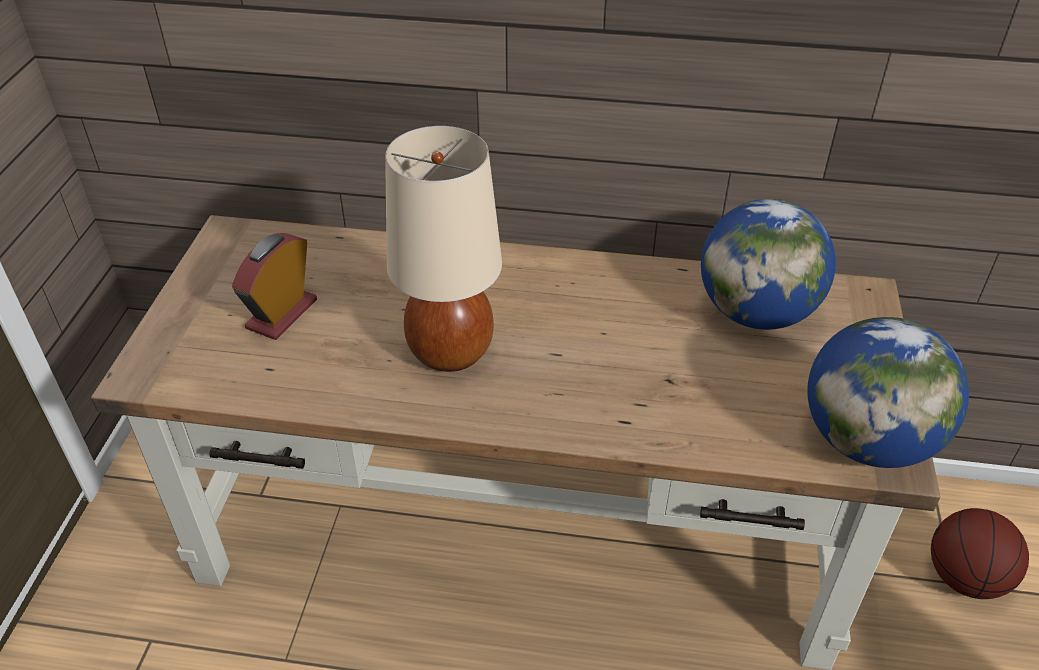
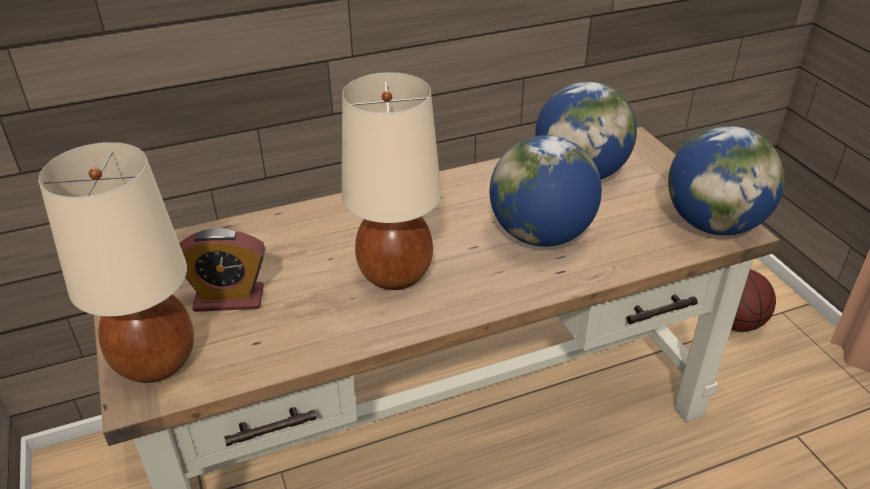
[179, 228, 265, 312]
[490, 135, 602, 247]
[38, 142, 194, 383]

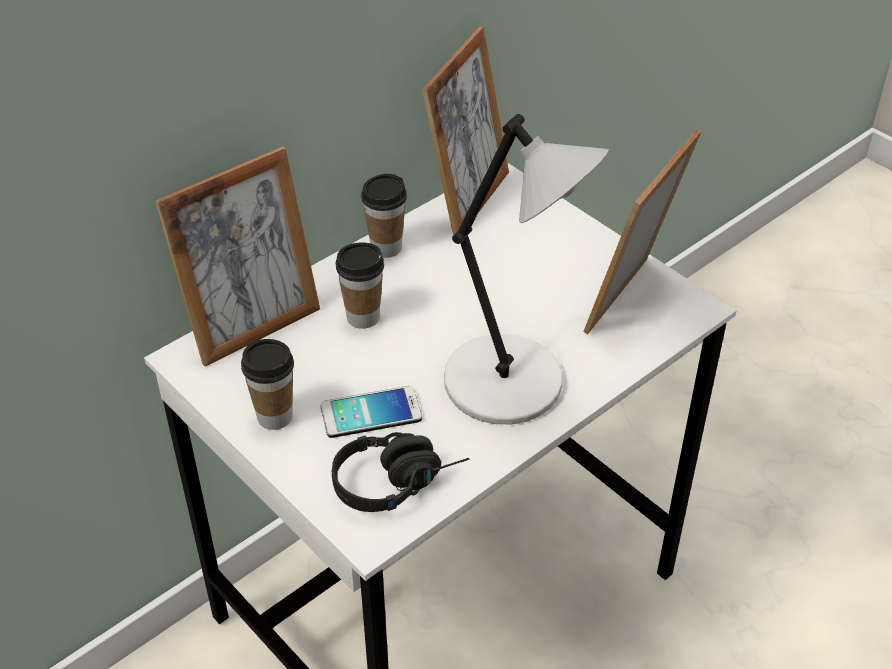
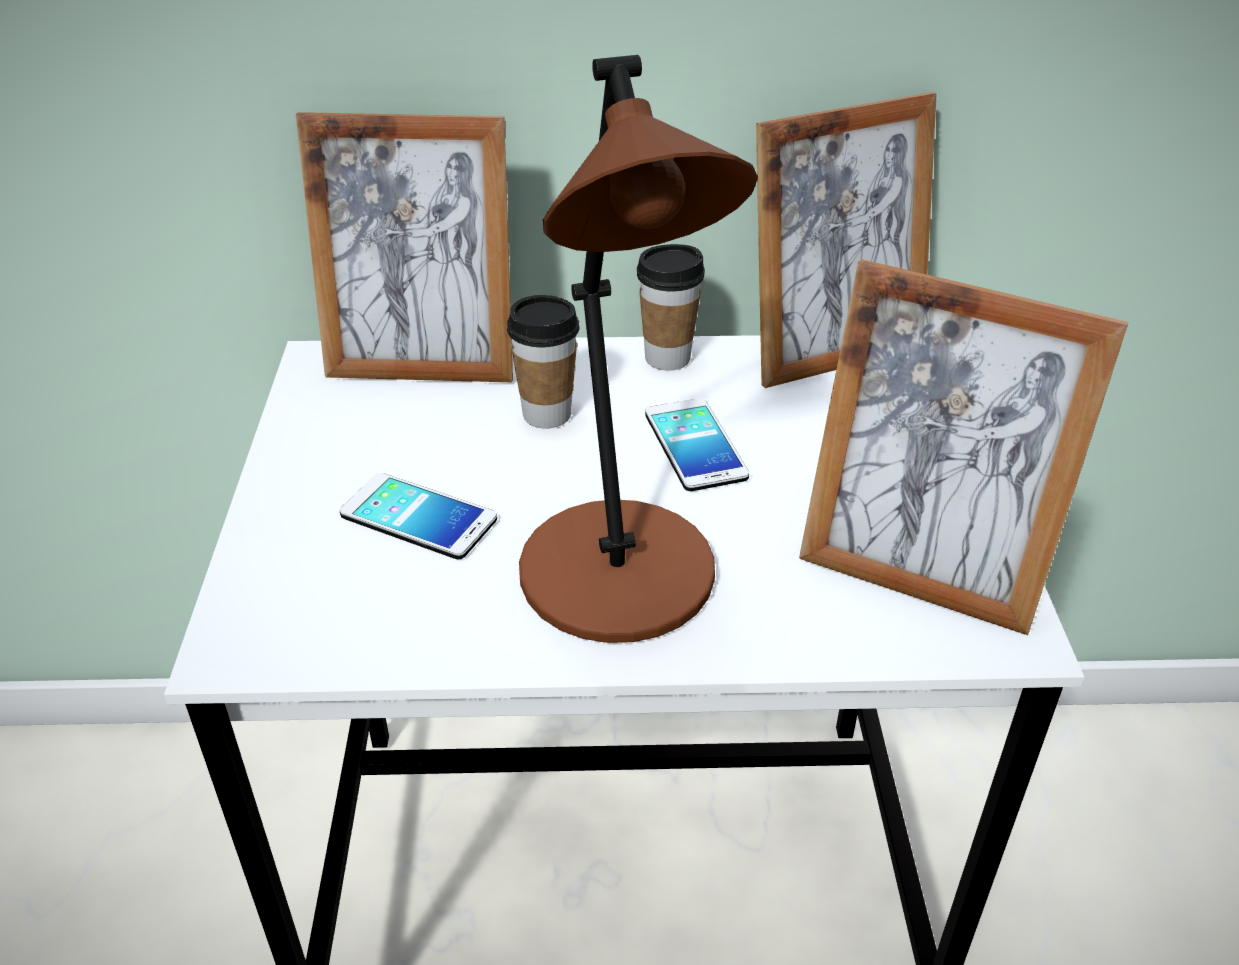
[519, 55, 758, 643]
[799, 259, 1129, 635]
[241, 339, 294, 430] (first image)
[332, 432, 469, 512] (first image)
[645, 398, 749, 491]

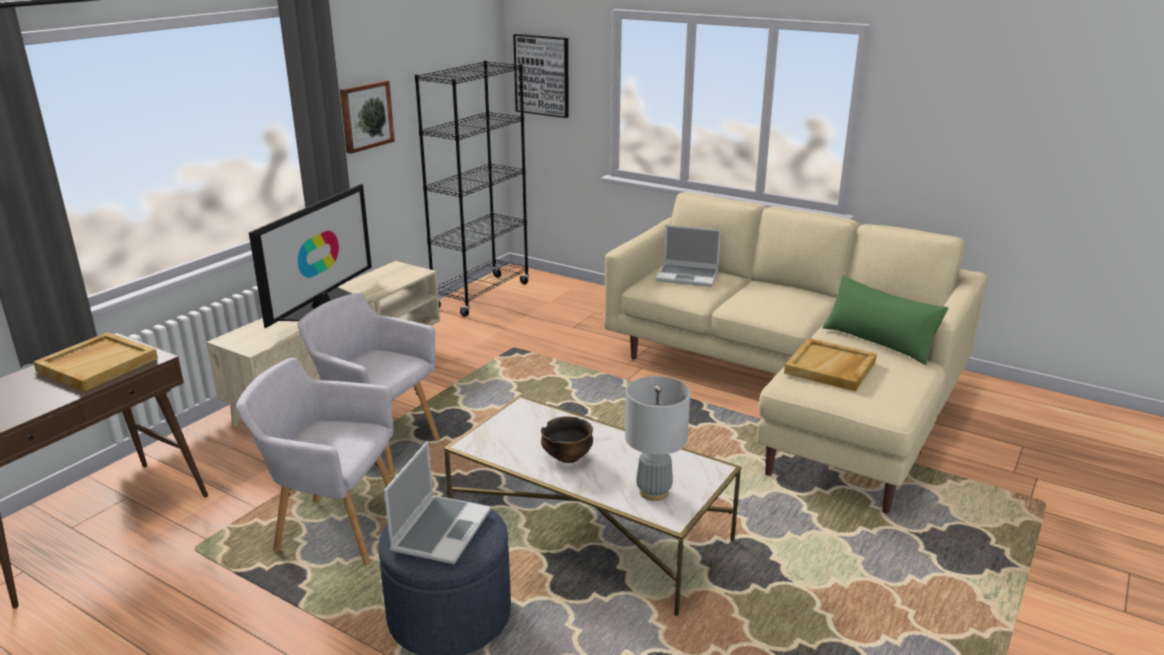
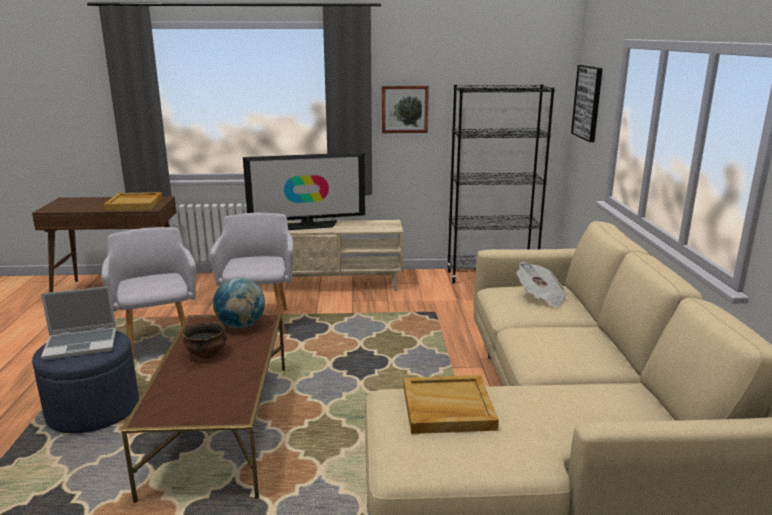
[516, 262, 568, 308]
[822, 275, 948, 365] (first image)
[625, 376, 690, 501] (first image)
[121, 313, 285, 503]
[213, 277, 265, 328]

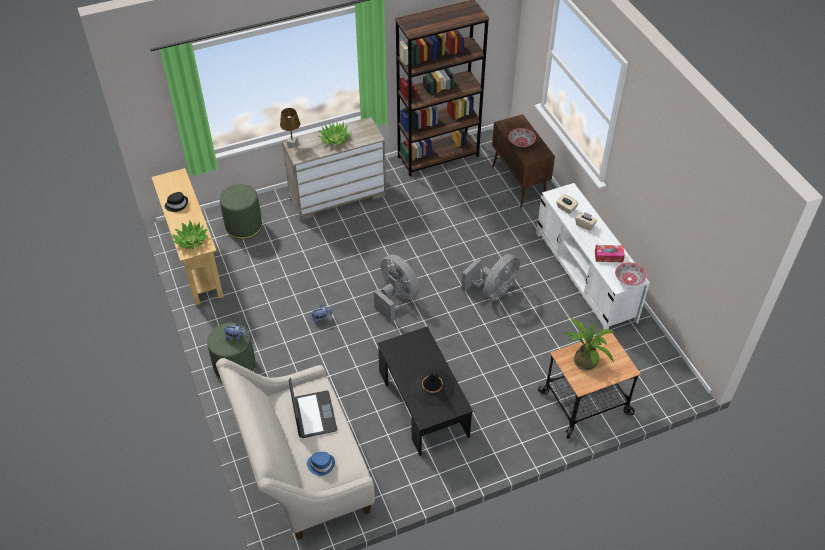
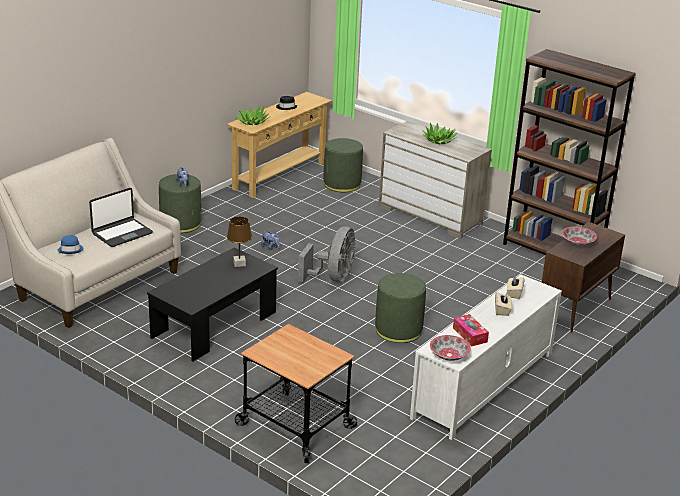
[227, 216, 252, 267]
[375, 273, 426, 343]
[563, 318, 615, 370] (first image)
[411, 369, 454, 406] (first image)

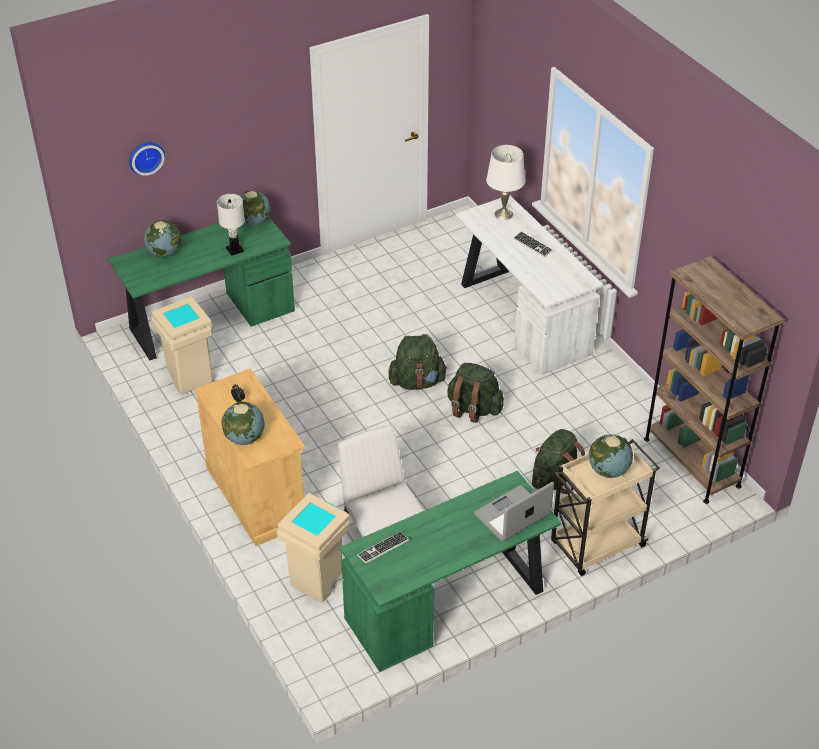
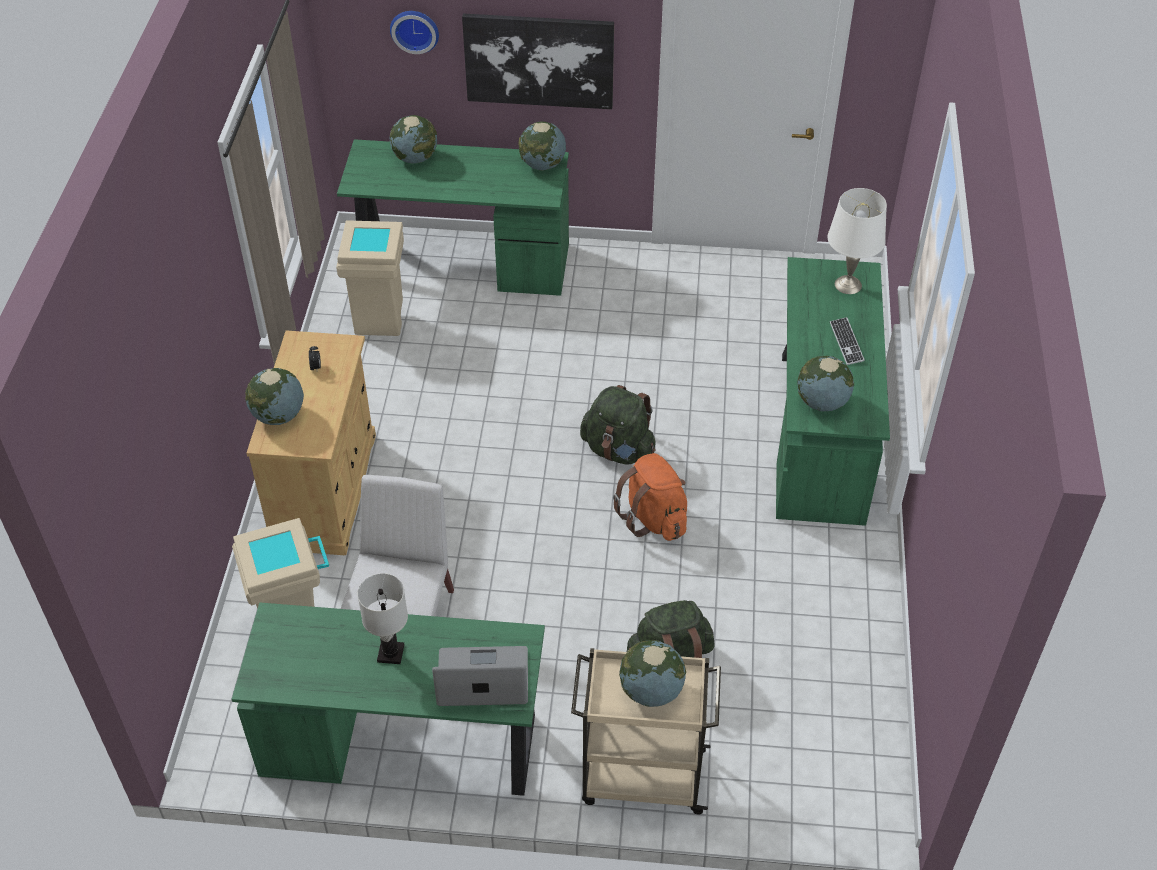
[357, 573, 408, 664]
[776, 257, 890, 526]
[644, 256, 784, 504] (first image)
[613, 453, 687, 541]
[357, 531, 409, 563] (first image)
[462, 14, 614, 109]
[797, 356, 854, 411]

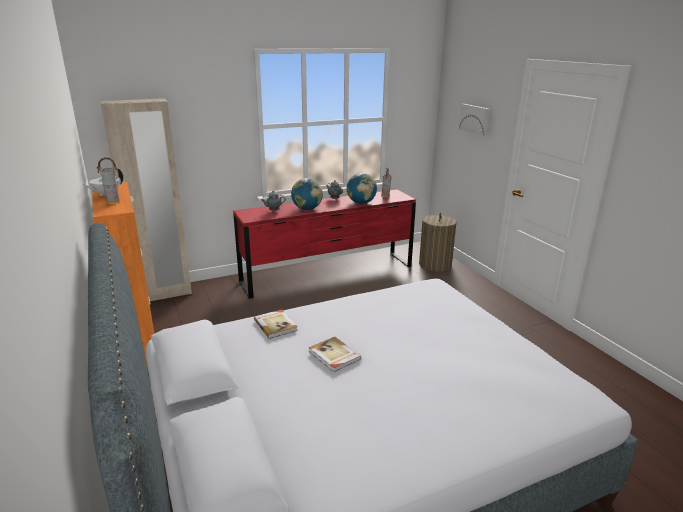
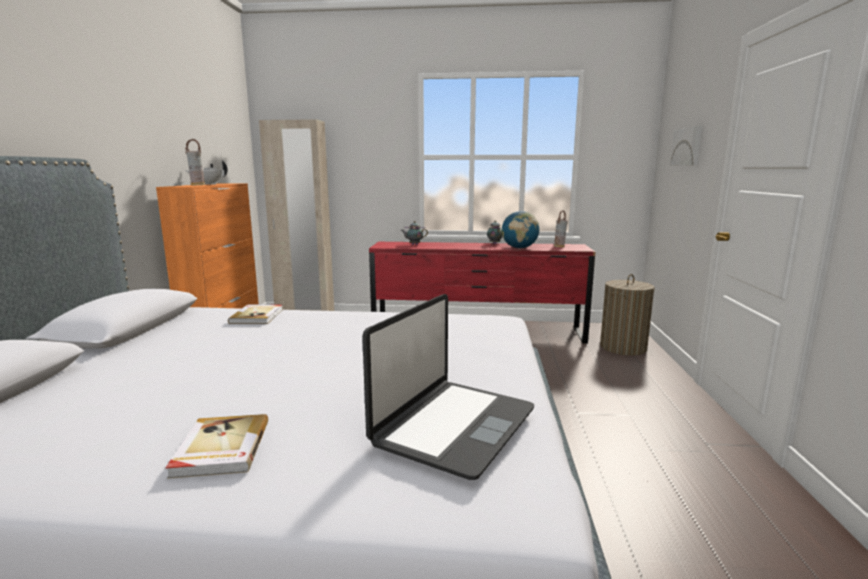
[291, 178, 323, 210] (first image)
[166, 414, 268, 479]
[362, 294, 534, 480]

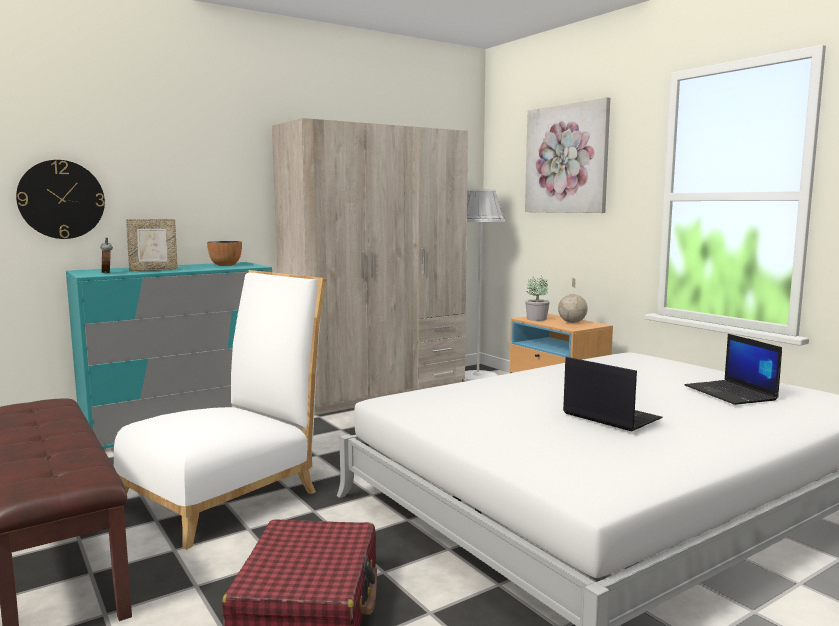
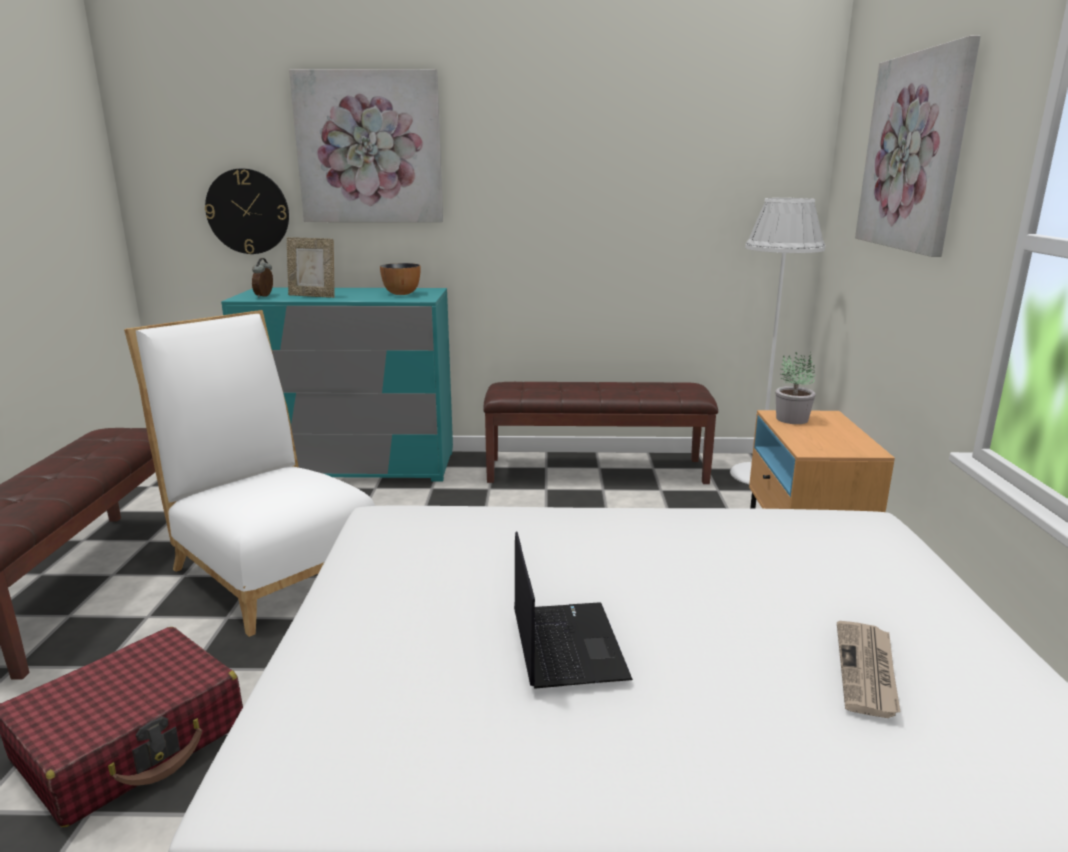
[484, 382, 718, 484]
[124, 310, 375, 637]
[558, 278, 588, 323] (first image)
[837, 621, 901, 718]
[289, 69, 443, 222]

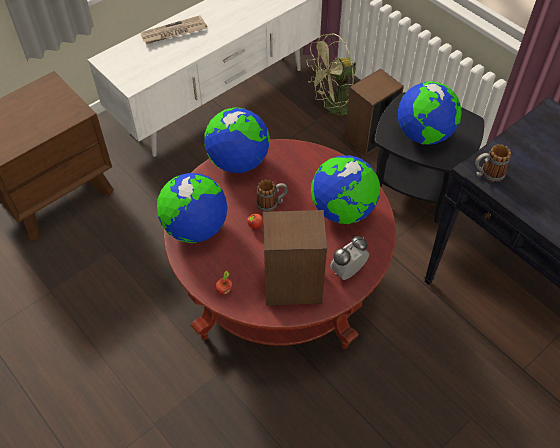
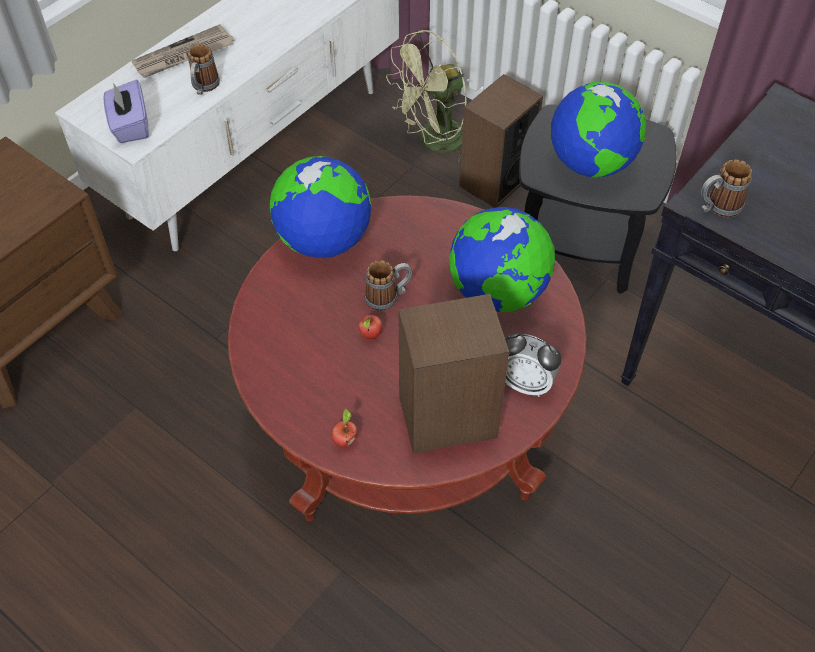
[157, 173, 227, 243] (first image)
[505, 333, 562, 397]
[188, 44, 220, 95]
[103, 80, 149, 143]

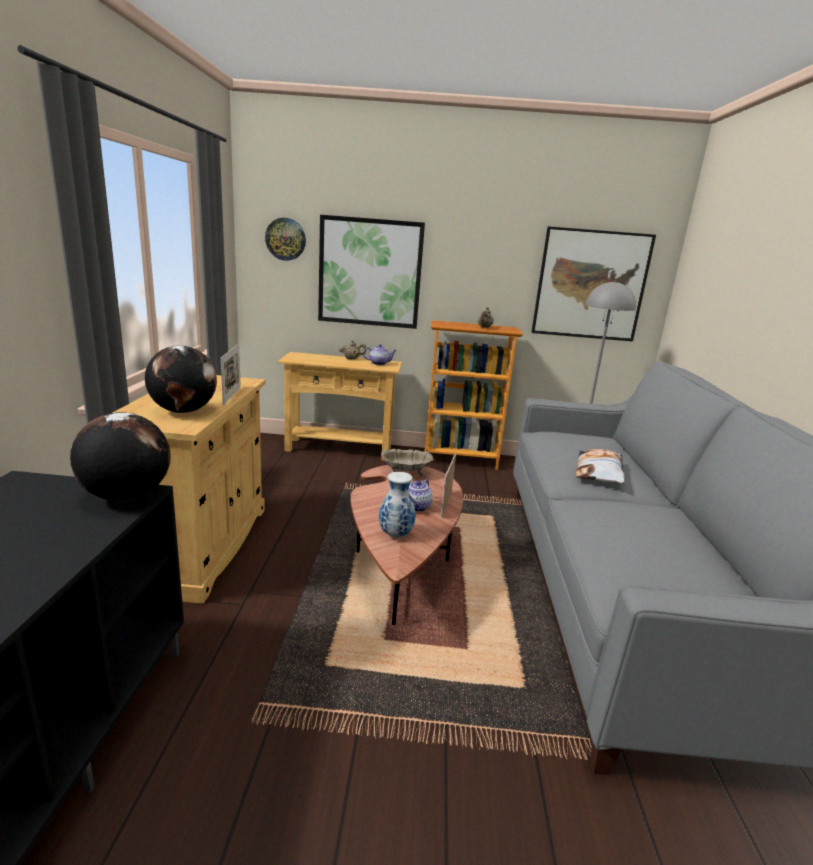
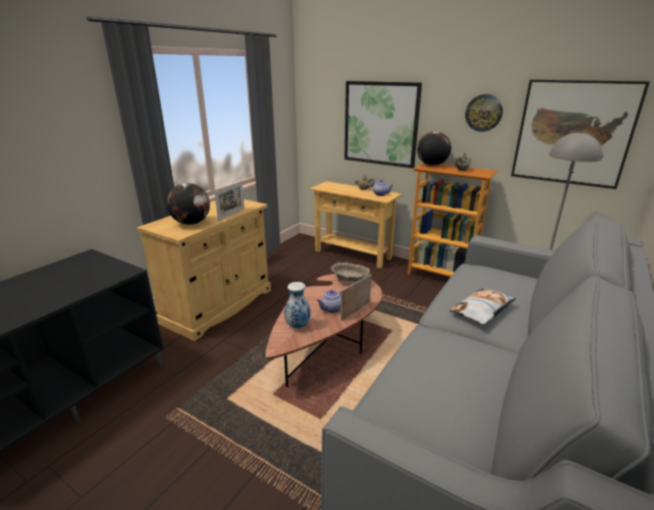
[465, 94, 503, 132]
[417, 131, 451, 166]

